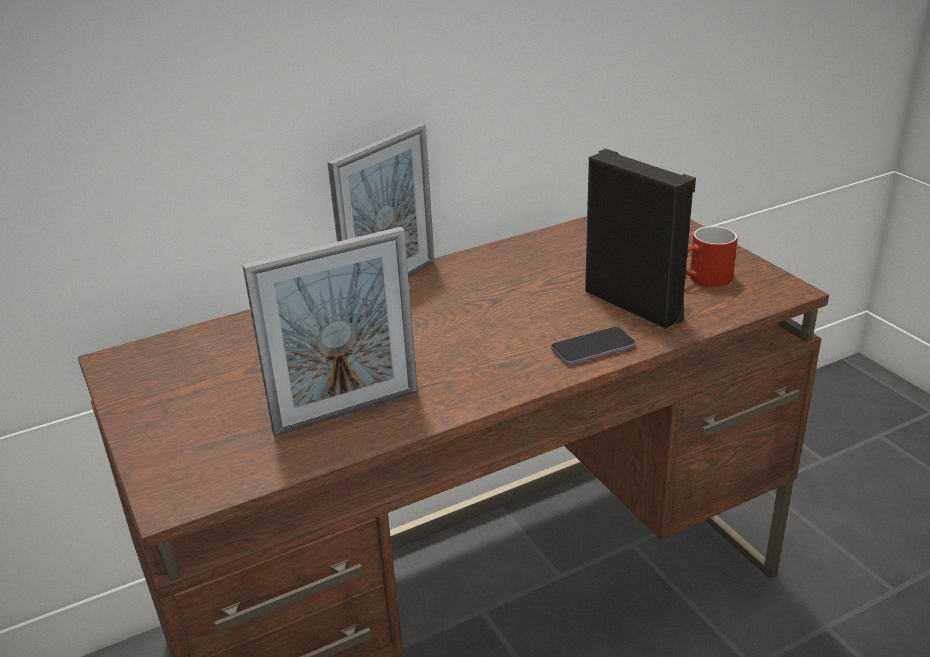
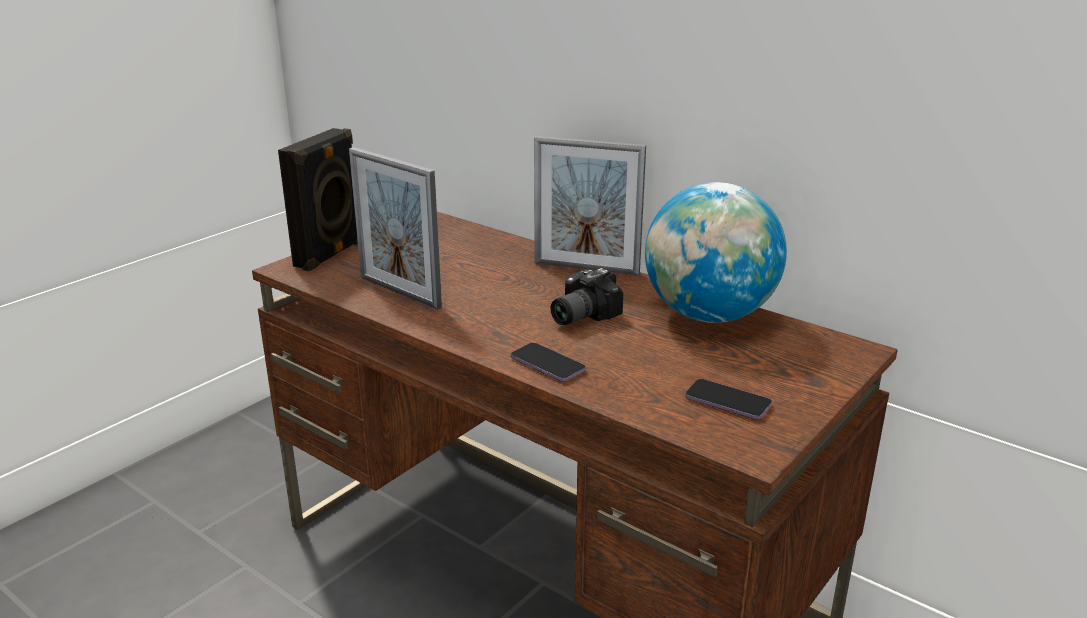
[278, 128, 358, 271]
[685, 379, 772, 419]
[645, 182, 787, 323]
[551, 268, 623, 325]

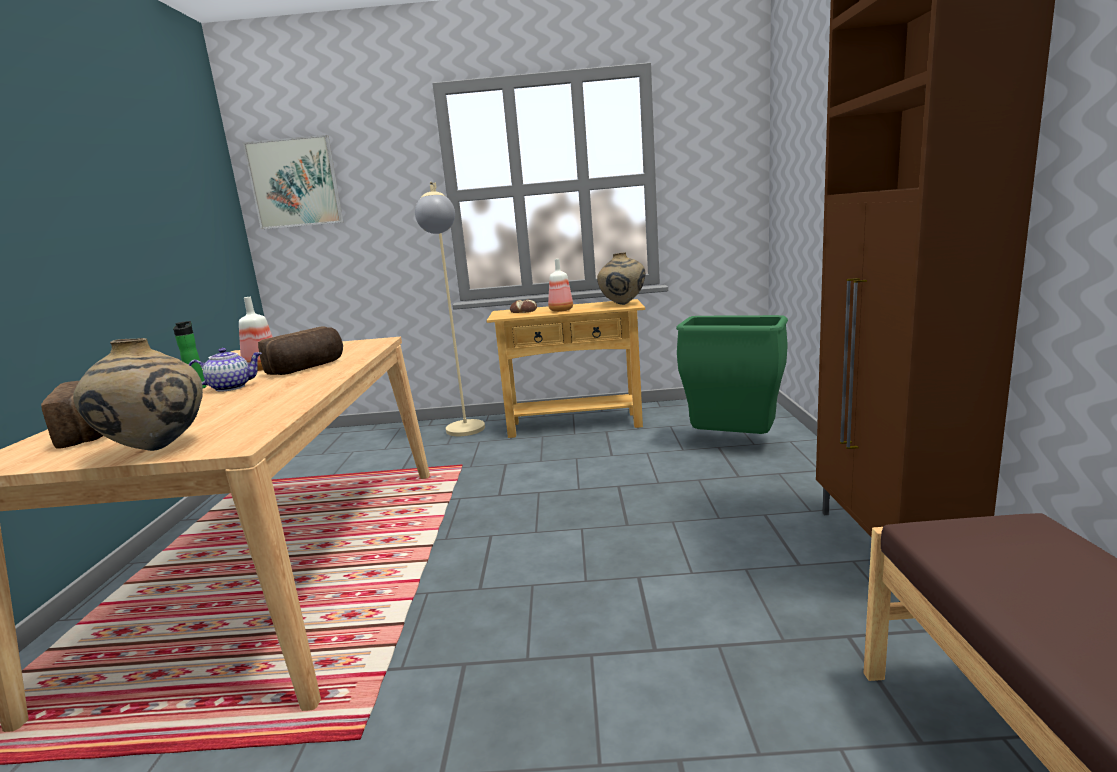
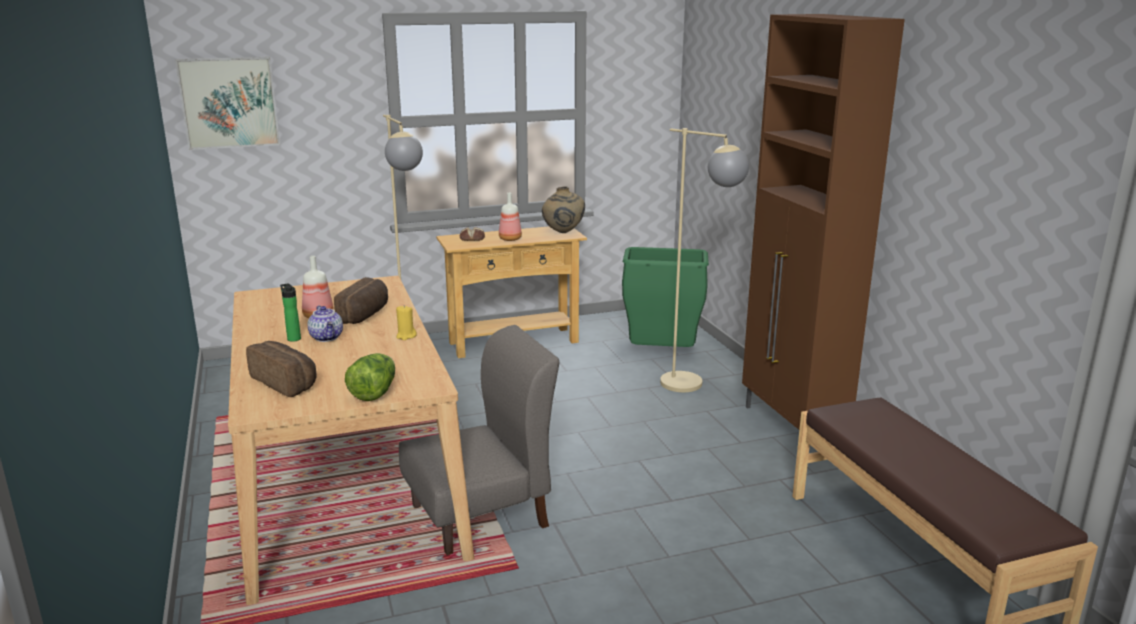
[345, 353, 395, 401]
[307, 305, 343, 342]
[660, 128, 749, 392]
[396, 305, 417, 340]
[399, 325, 559, 555]

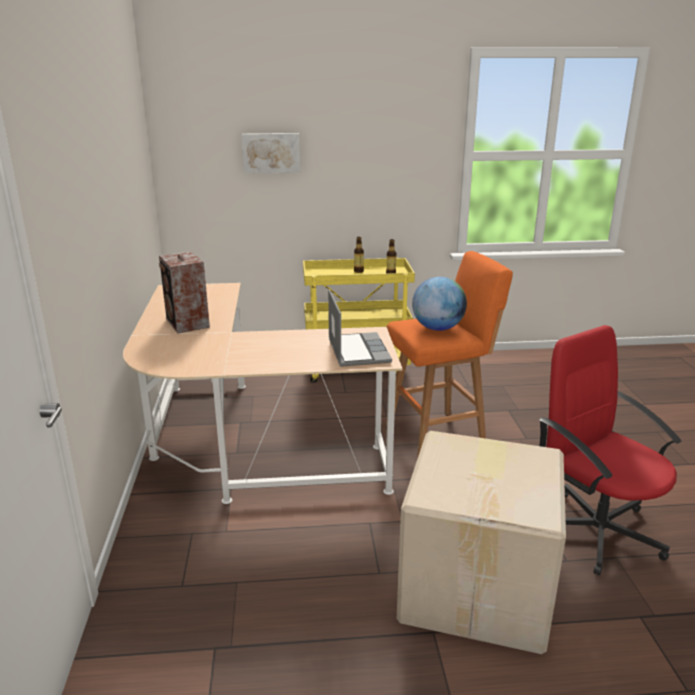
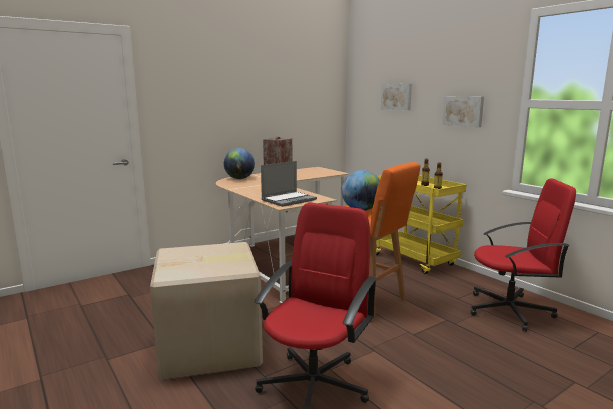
[442, 96, 484, 127]
[224, 148, 255, 179]
[471, 178, 576, 331]

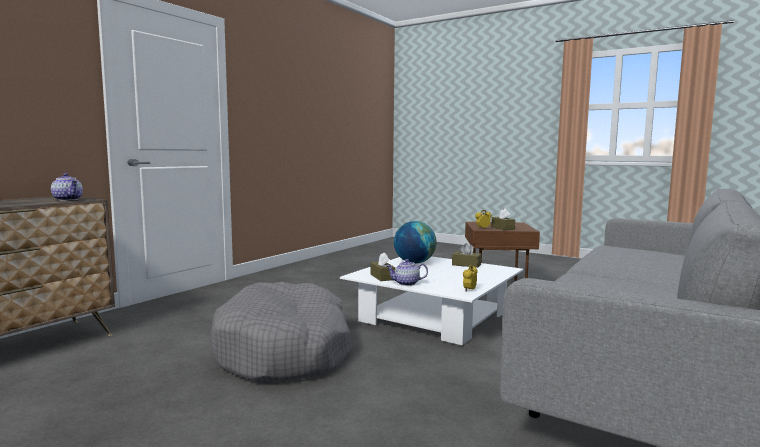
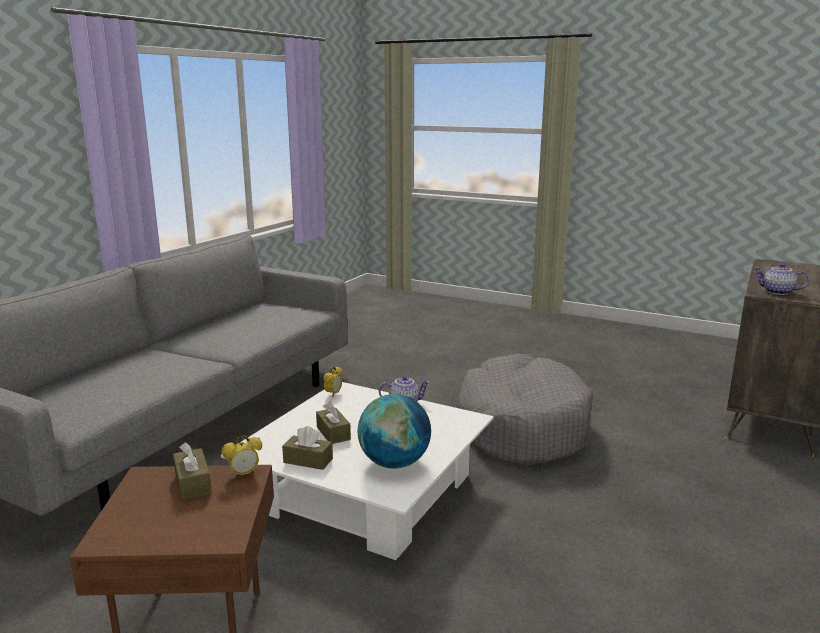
[316, 402, 351, 444]

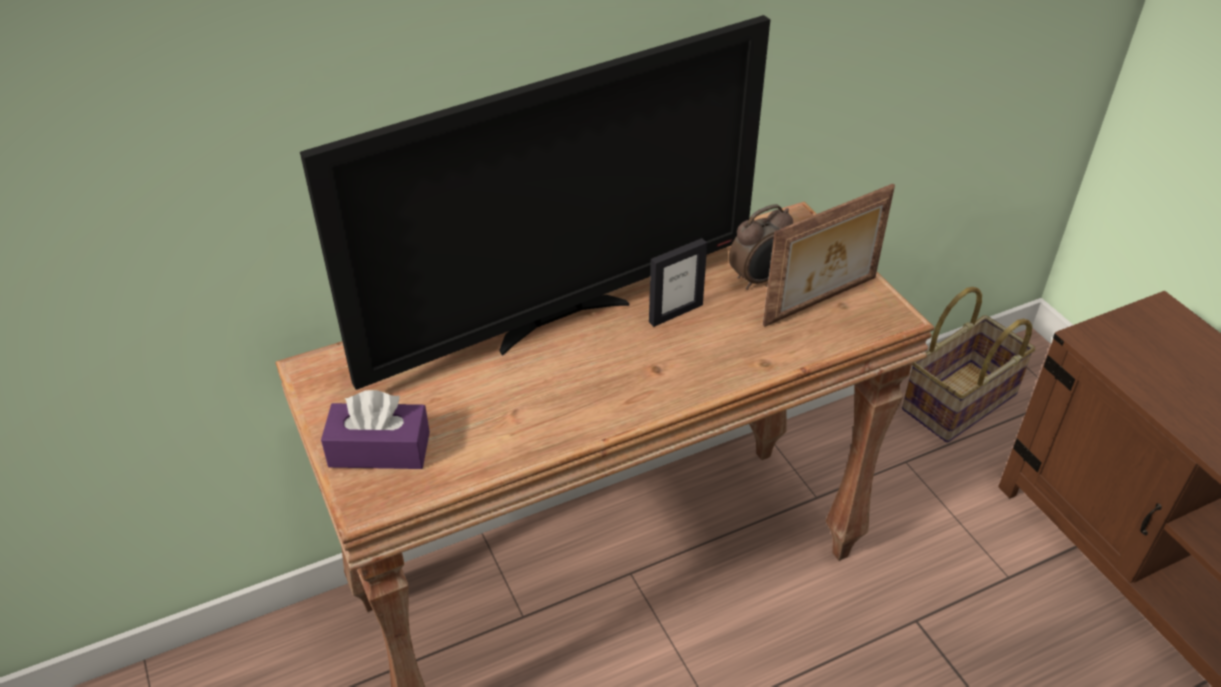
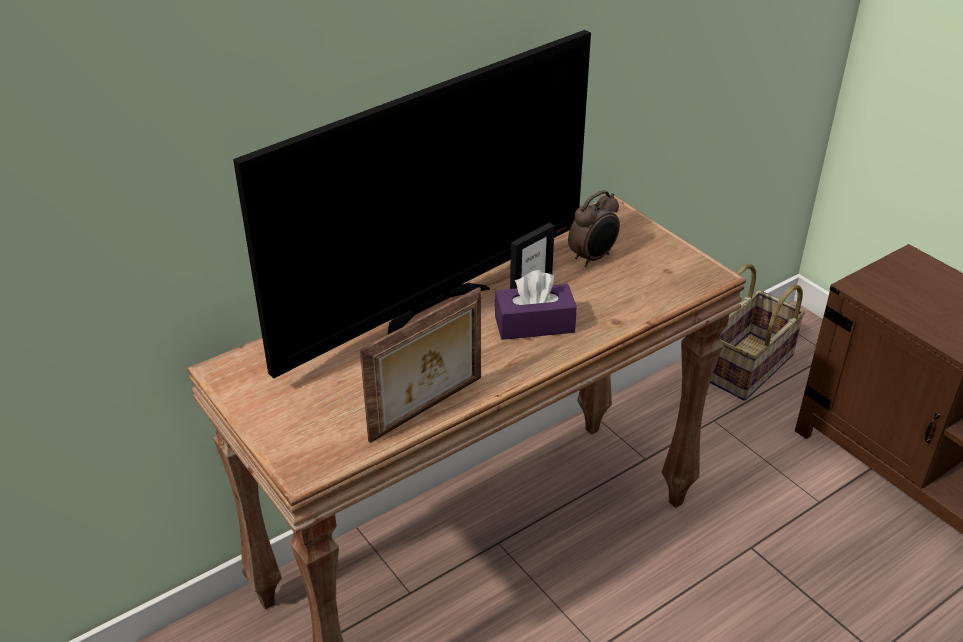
[360, 287, 481, 443]
[495, 270, 577, 340]

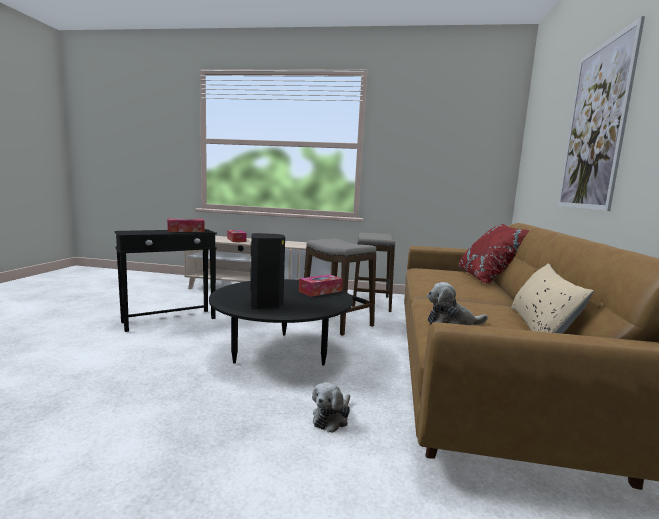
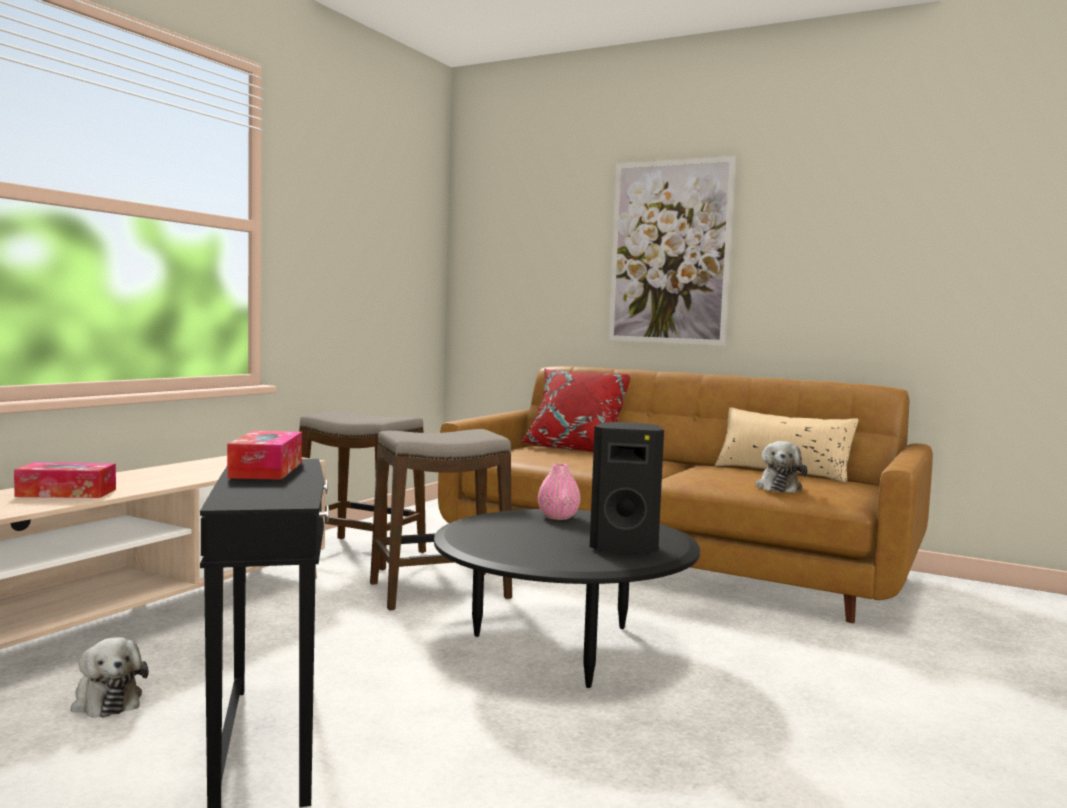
[538, 463, 581, 520]
[71, 637, 149, 718]

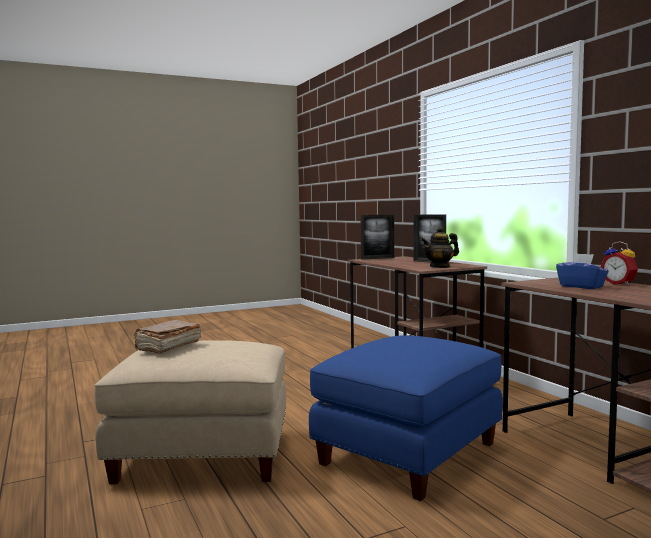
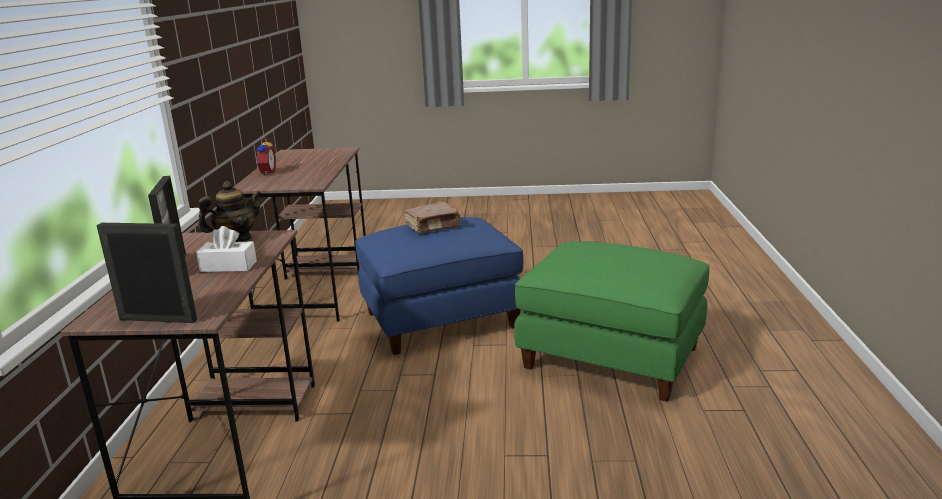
[198, 181, 262, 242]
[556, 253, 609, 289] (first image)
[404, 202, 460, 233]
[514, 241, 710, 402]
[196, 226, 257, 272]

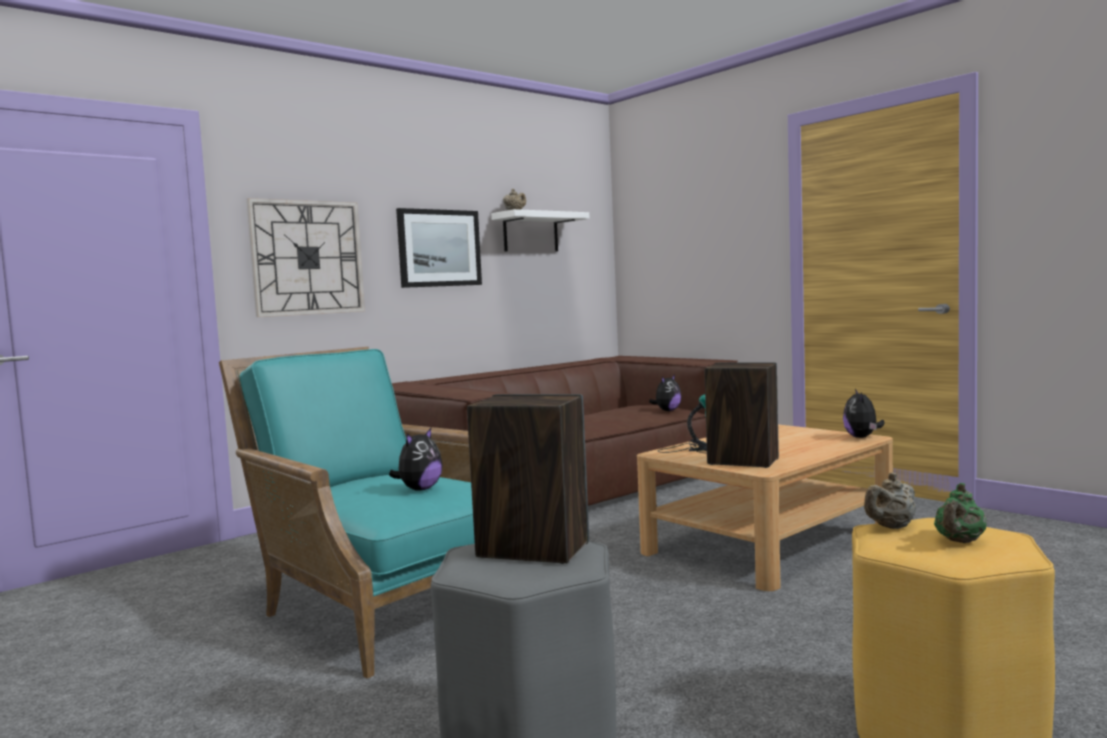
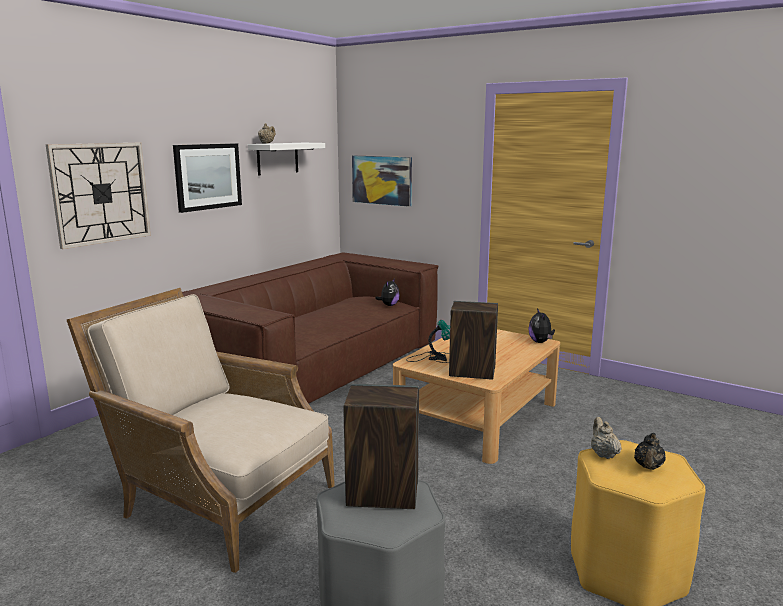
[67, 288, 335, 573]
[389, 428, 443, 491] (first image)
[591, 417, 622, 459]
[634, 433, 666, 470]
[352, 156, 412, 207]

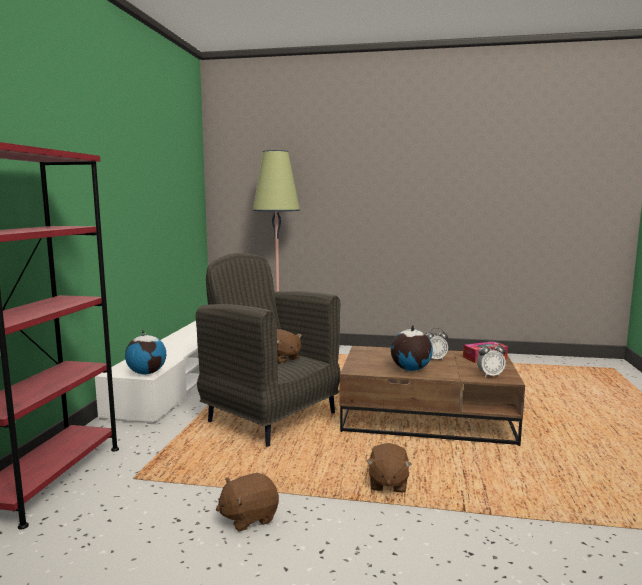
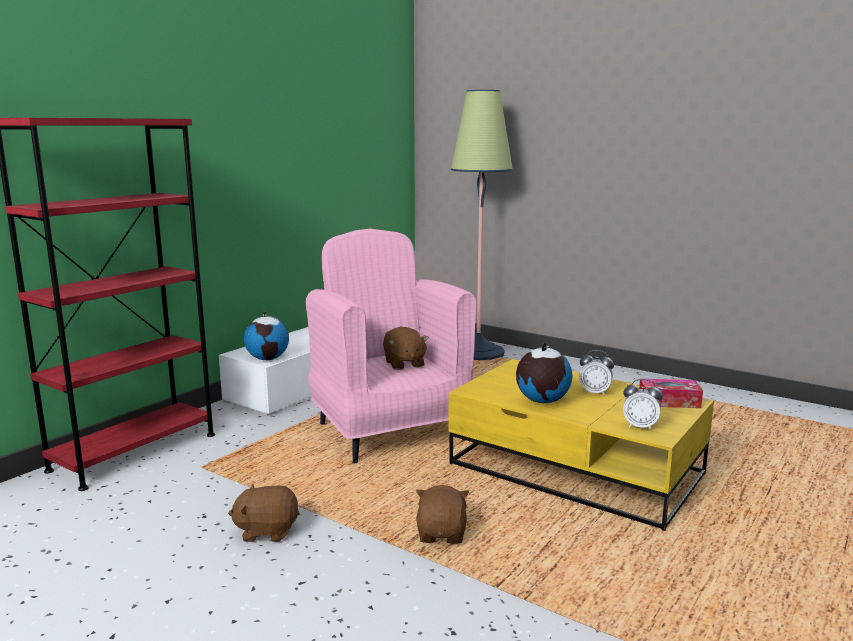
[306, 229, 477, 463]
[448, 359, 714, 531]
[416, 485, 469, 544]

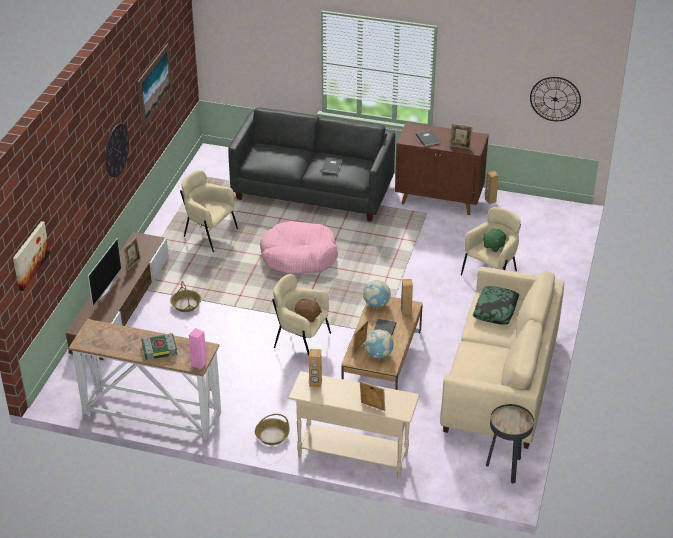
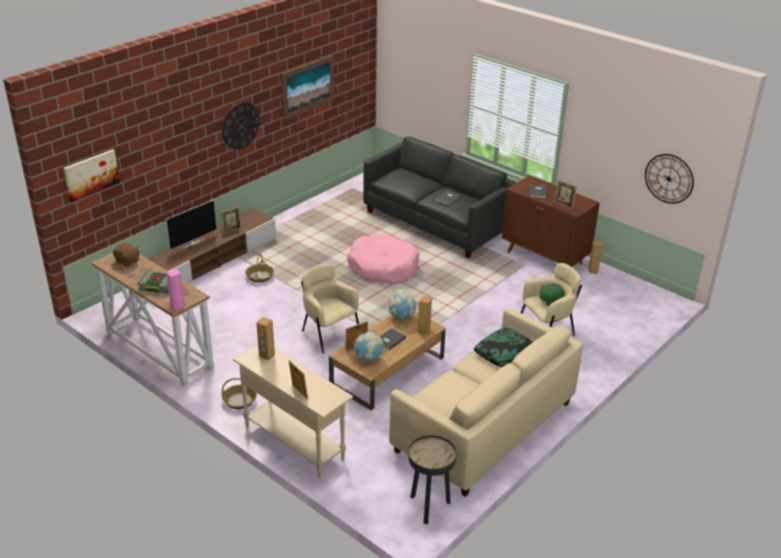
[180, 170, 238, 252] (first image)
[113, 243, 139, 267]

